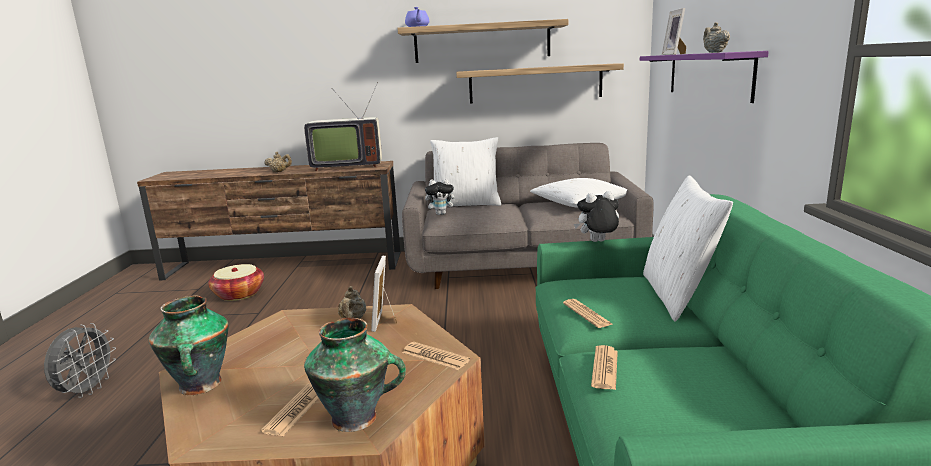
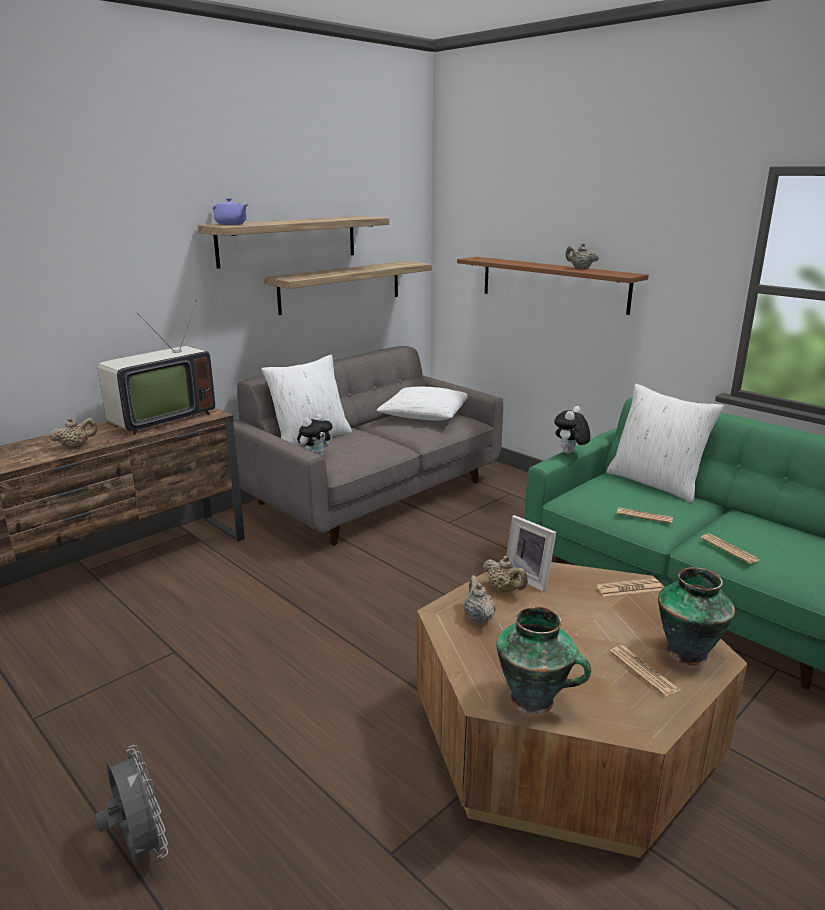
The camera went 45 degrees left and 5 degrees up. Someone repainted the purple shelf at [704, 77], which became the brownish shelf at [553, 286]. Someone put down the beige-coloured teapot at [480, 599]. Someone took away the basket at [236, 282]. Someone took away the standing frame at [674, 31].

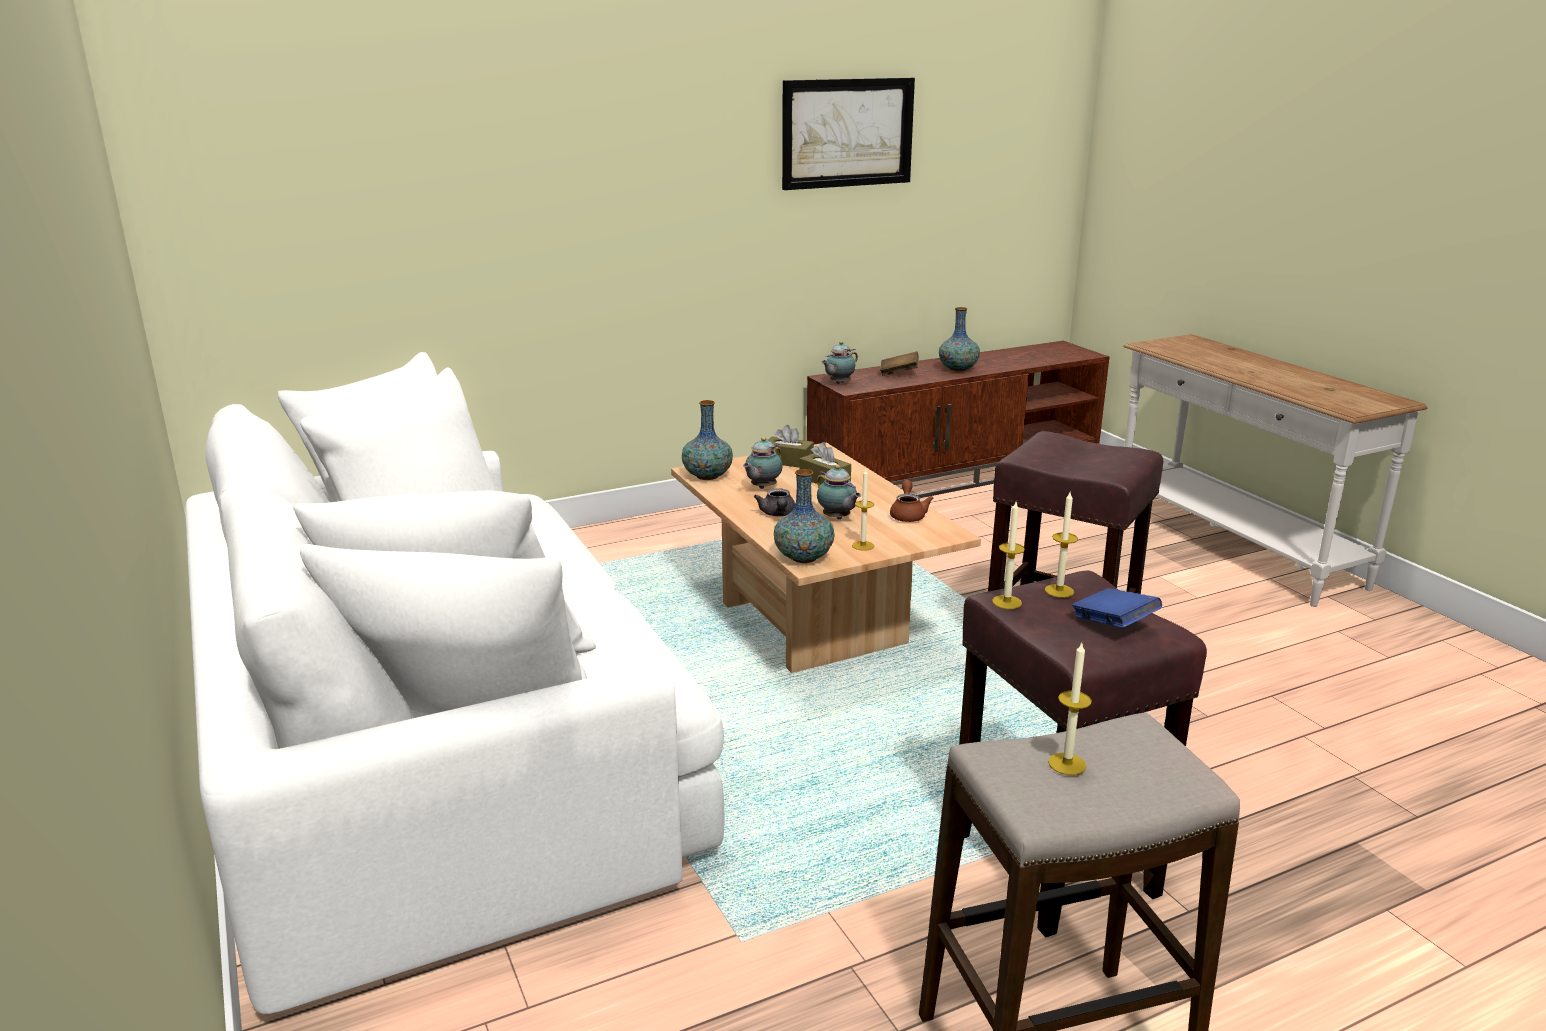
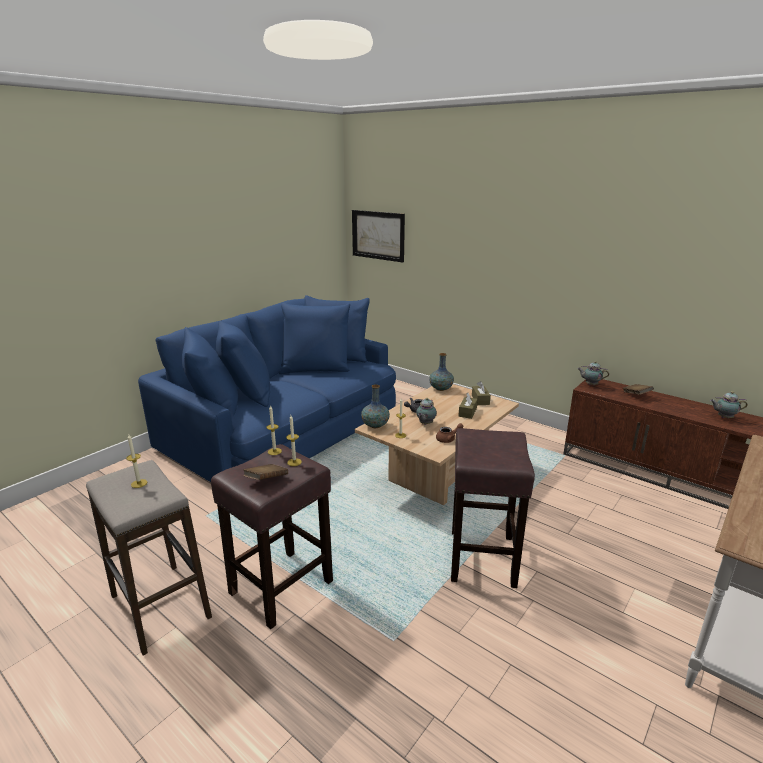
The camera went 65 degrees right and 0 degrees up. Someone repainted the white sofa at [454, 683], which became the blue-coloured sofa at [267, 388]. Someone repainted the blue-coloured volume at [1117, 608], which became the brownish volume at [265, 472]. Someone carried the picture from [848, 134] to [378, 236]. Someone carried the teapot from [762, 463] to [729, 404]. Someone took away the flower vase at [959, 339].

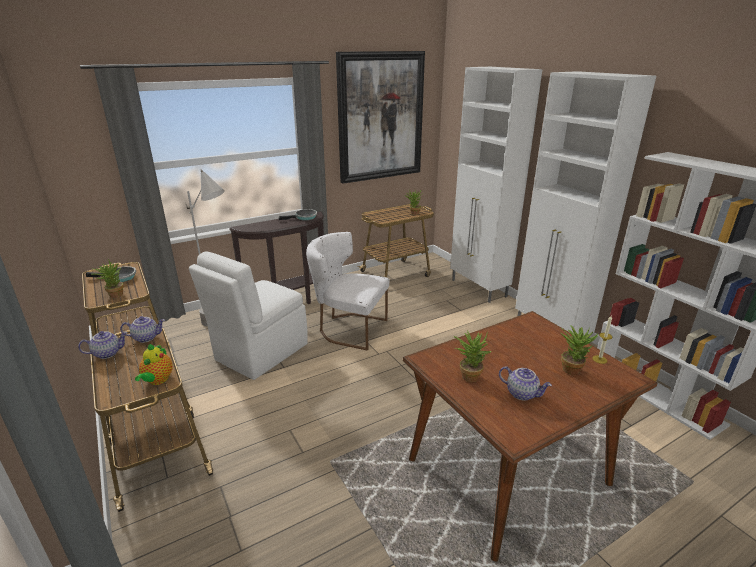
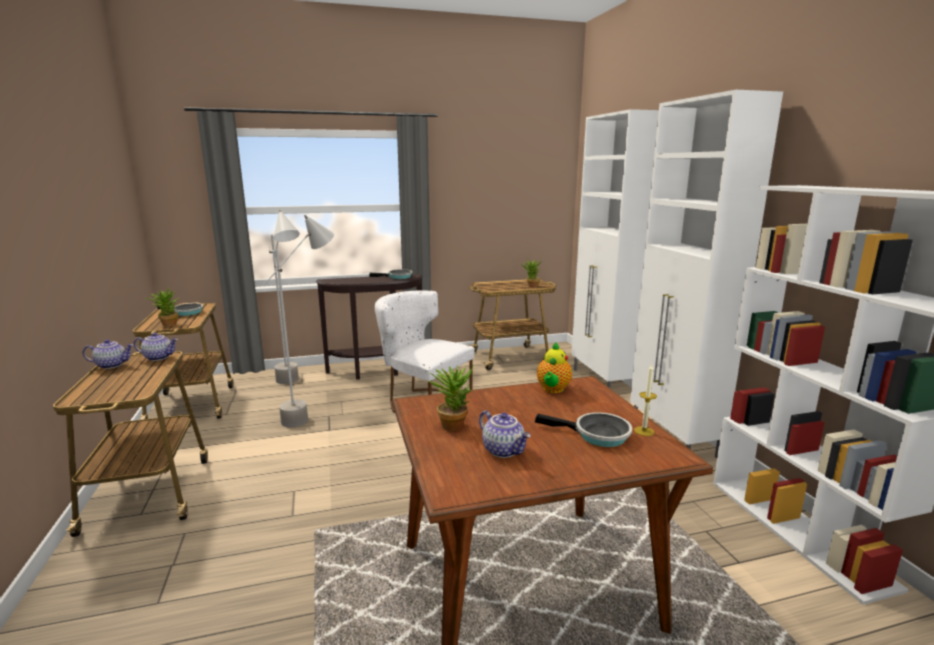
The camera went 15 degrees right and 10 degrees down. Someone swapped the white upright chair at [248, 316] for the gray standing lamp at [299, 321]. Someone swapped the houseplant at [579, 350] for the frying pan at [583, 429]. Someone carried the teapot from [154, 364] to [554, 367]. Someone took away the picture at [380, 117].

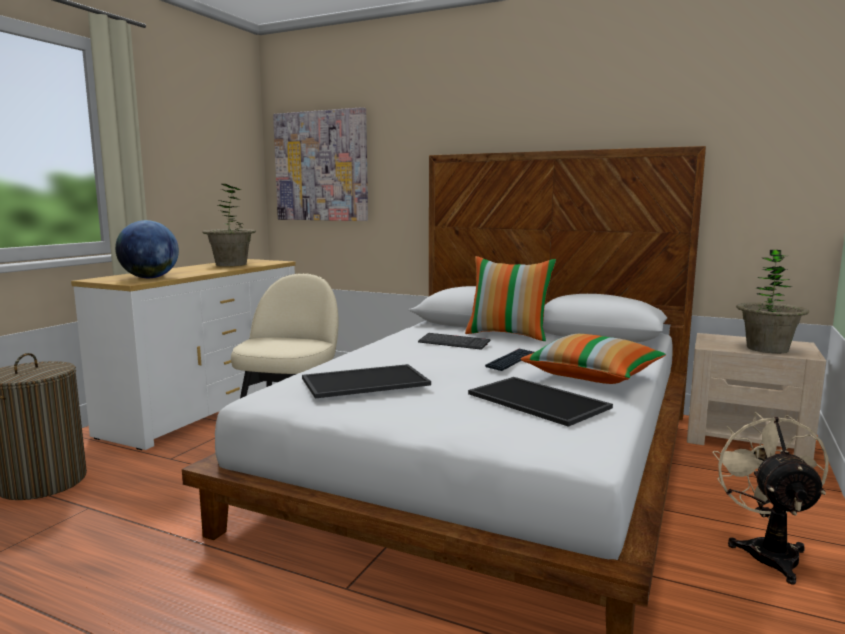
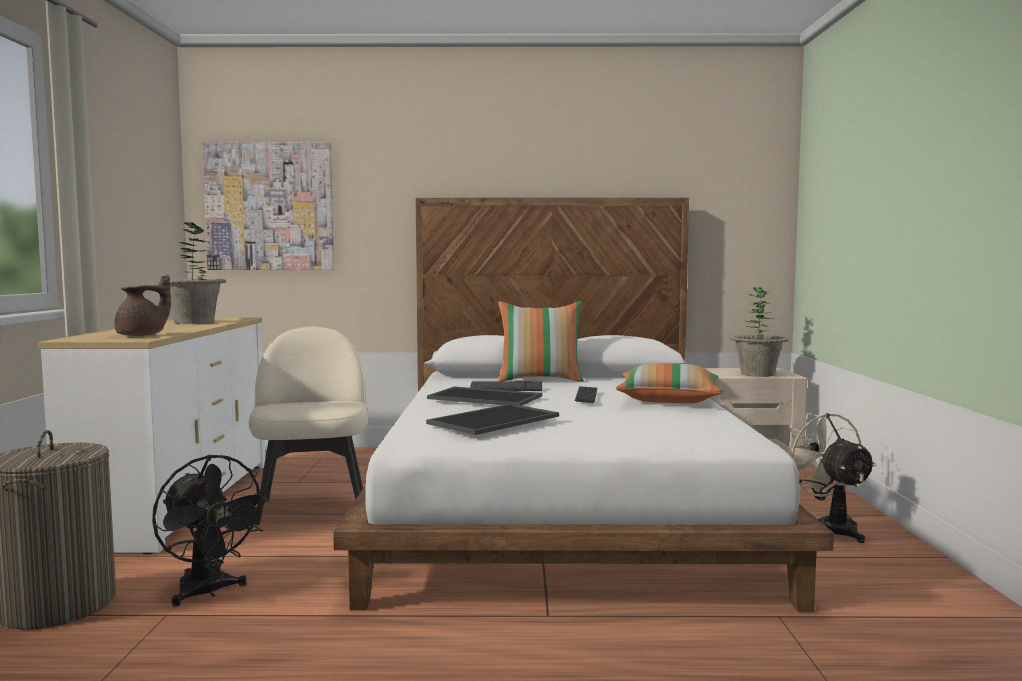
The camera went 25 degrees left and 5 degrees down. Someone swapped the world globe at [147, 249] for the brownish teapot at [142, 305]. Someone put down the black electric fan at [211, 531]. Someone carried the carrying tray from [540, 402] to [484, 396].

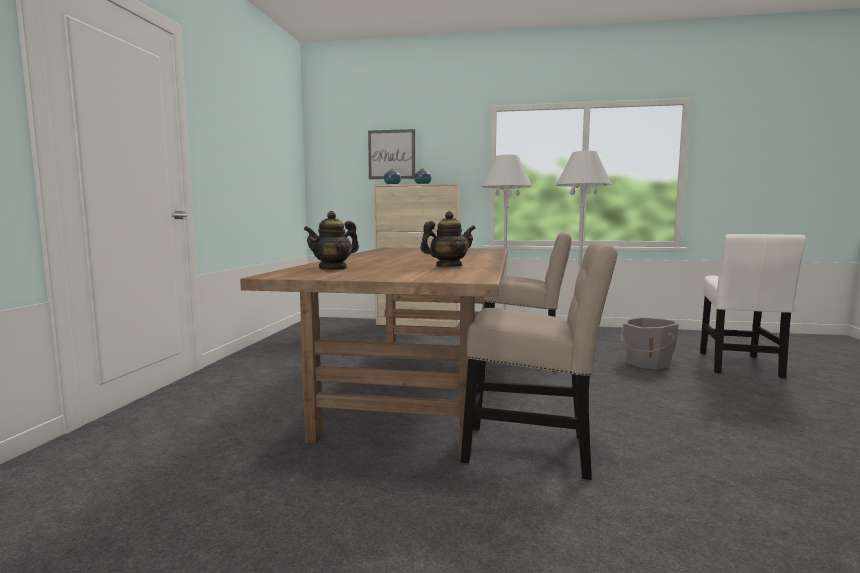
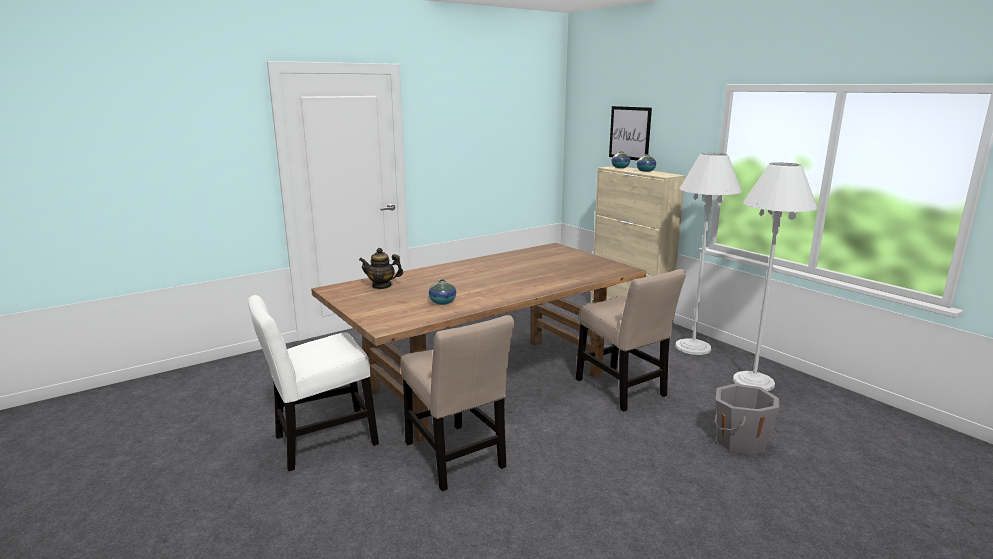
The camera went 45 degrees right and 10 degrees up. Someone carried the white upright chair from [753, 306] to [313, 383]. Someone swapped the teapot at [448, 239] for the flower vase at [442, 292].

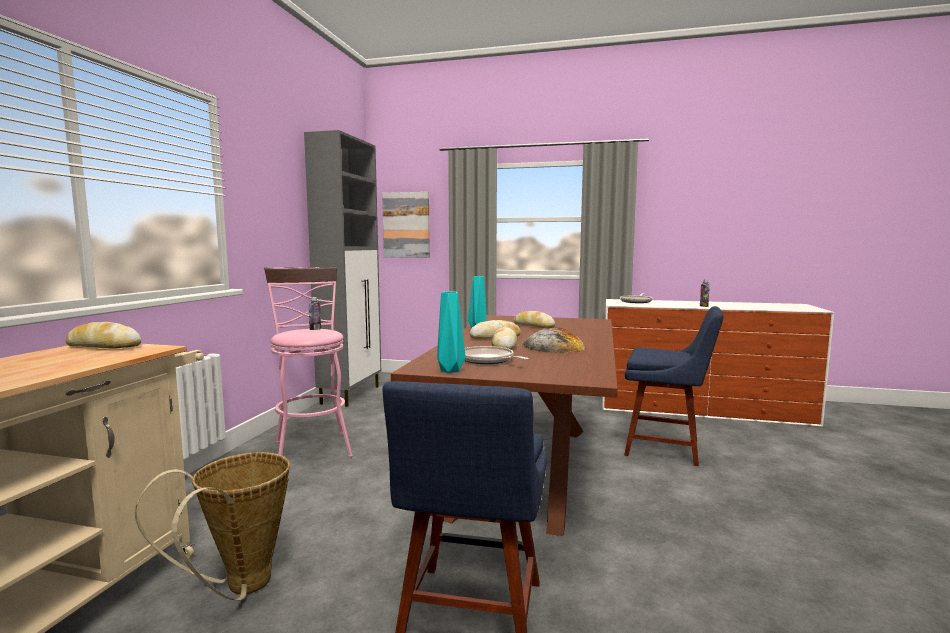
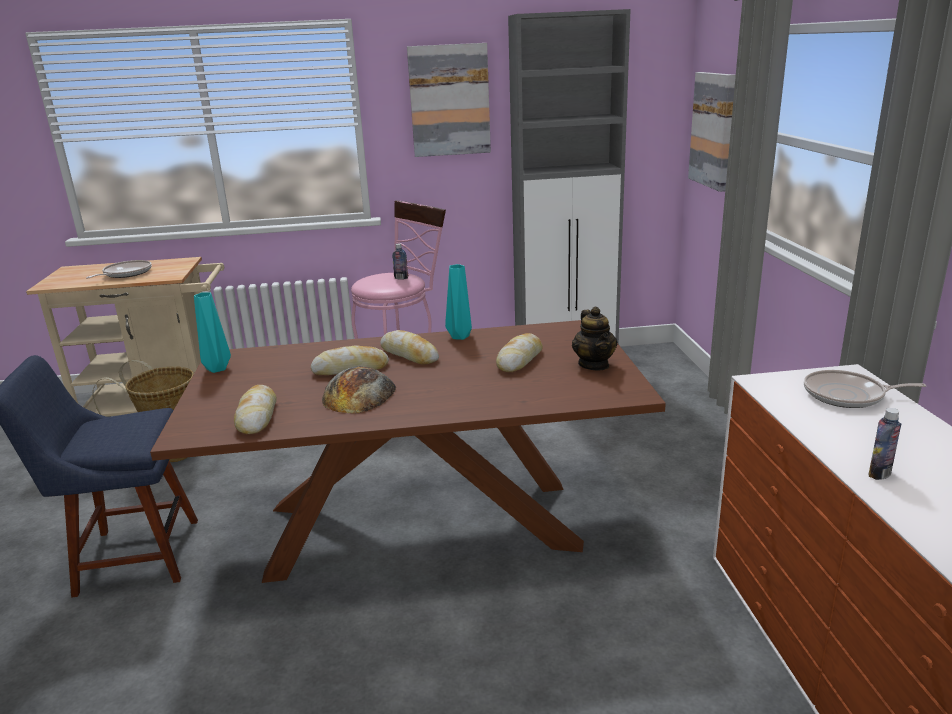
The camera went 70 degrees right and 15 degrees up. Someone carried the frying pan from [496, 355] to [119, 269]. Someone carried the bakery bread from [103, 335] to [255, 409]. Someone put up the picture at [449, 100]. Someone put down the teapot at [594, 338]. Someone took away the blue-coloured upright chair at [674, 386].

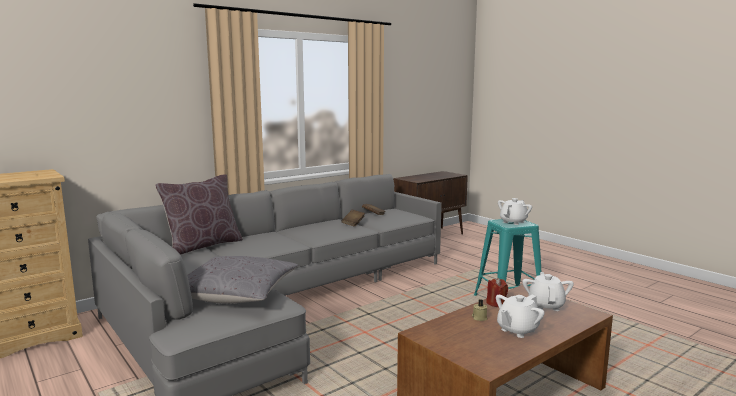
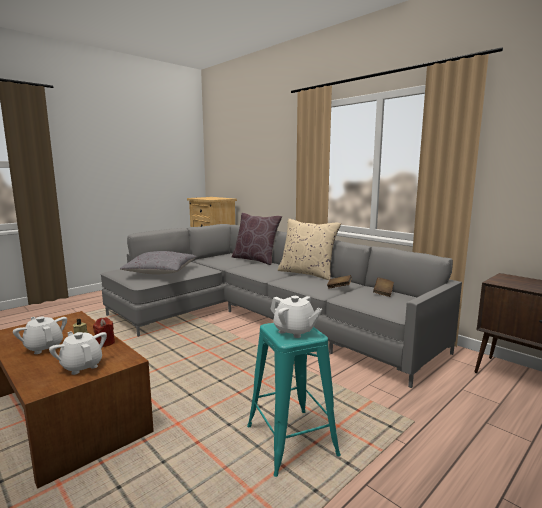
The camera went 85 degrees right and 0 degrees up. Someone rotated the white teapot at [548, 291] by 135 degrees counterclockwise. Someone put down the beige-coloured pillow at [309, 249].

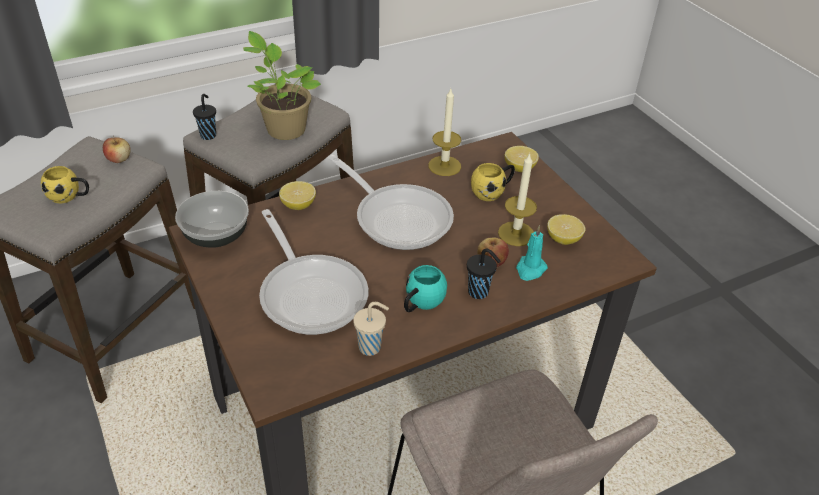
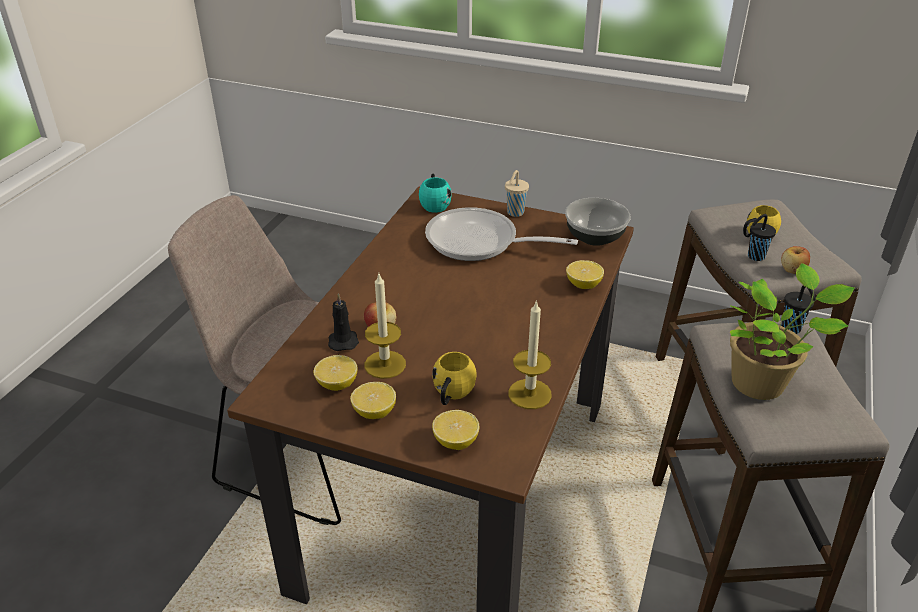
The camera went 140 degrees right and 5 degrees down. Someone repainted the blue-green candle at [532, 253], which became the black candle at [343, 322]. Someone put down the citrus fruit at [373, 400]. Someone carried the blue-green tea mug from [425, 288] to [435, 193]. Someone carried the beige-coloured drinking cup from [371, 329] to [517, 193]. Someone carried the black drinking cup from [483, 274] to [762, 237]. Someone took away the frying pan at [391, 202].

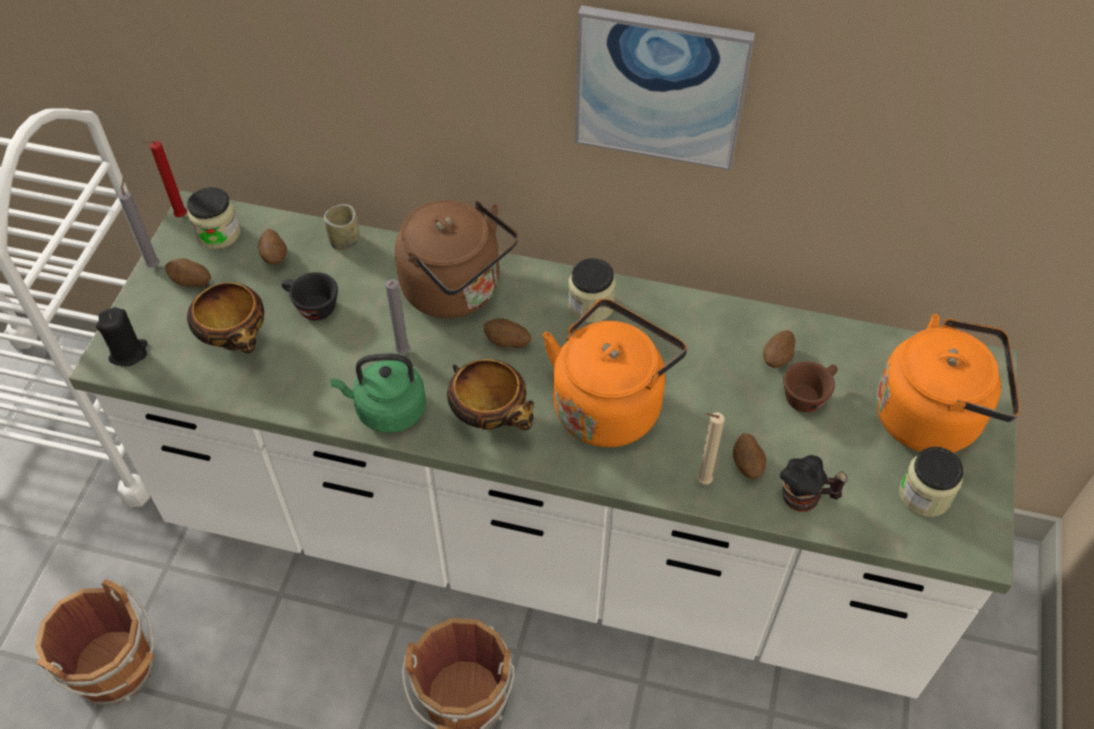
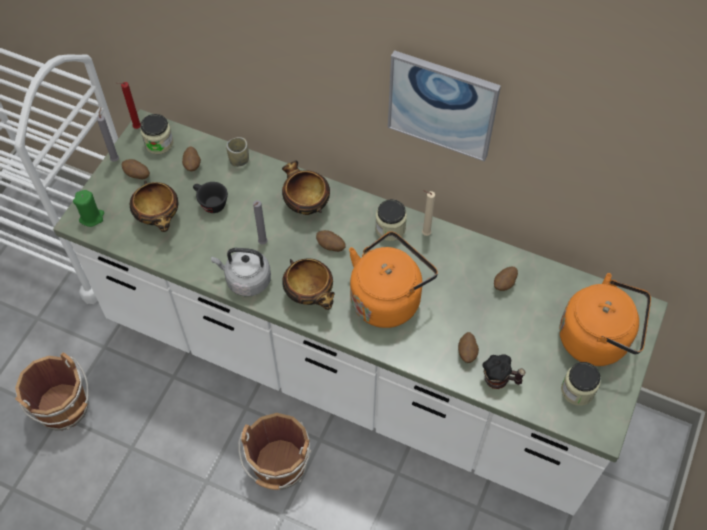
The camera went 10 degrees right and 5 degrees up. Someone repainted the black candle at [122, 337], which became the green candle at [88, 208]. Someone repainted the green water kettle at [378, 393], which became the gray water kettle at [241, 272]. Someone swapped the brownish water kettle at [456, 259] for the bowl at [306, 187]. Someone carried the beige-coloured candle from [710, 448] to [428, 213]. Someone took away the brownish drinking cup at [810, 386].

